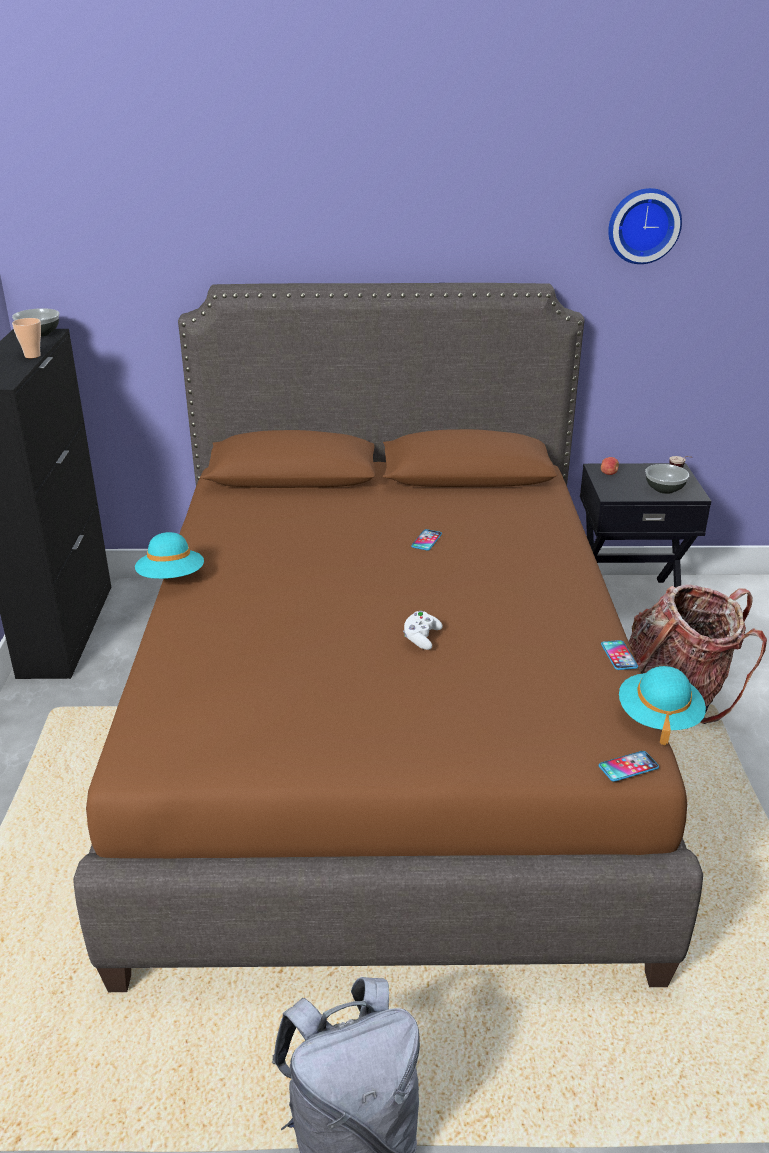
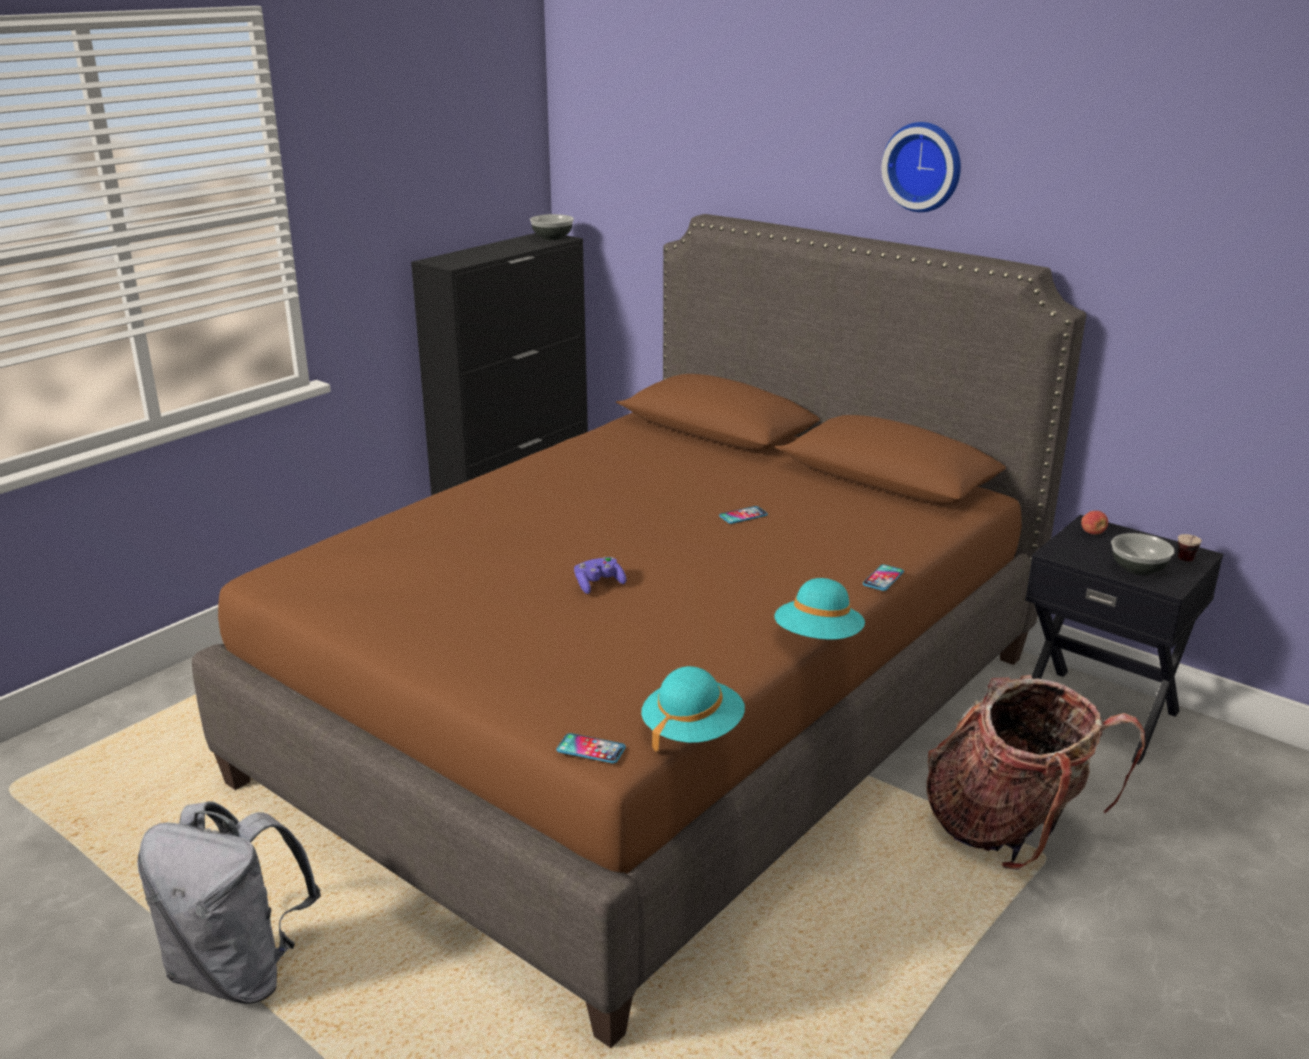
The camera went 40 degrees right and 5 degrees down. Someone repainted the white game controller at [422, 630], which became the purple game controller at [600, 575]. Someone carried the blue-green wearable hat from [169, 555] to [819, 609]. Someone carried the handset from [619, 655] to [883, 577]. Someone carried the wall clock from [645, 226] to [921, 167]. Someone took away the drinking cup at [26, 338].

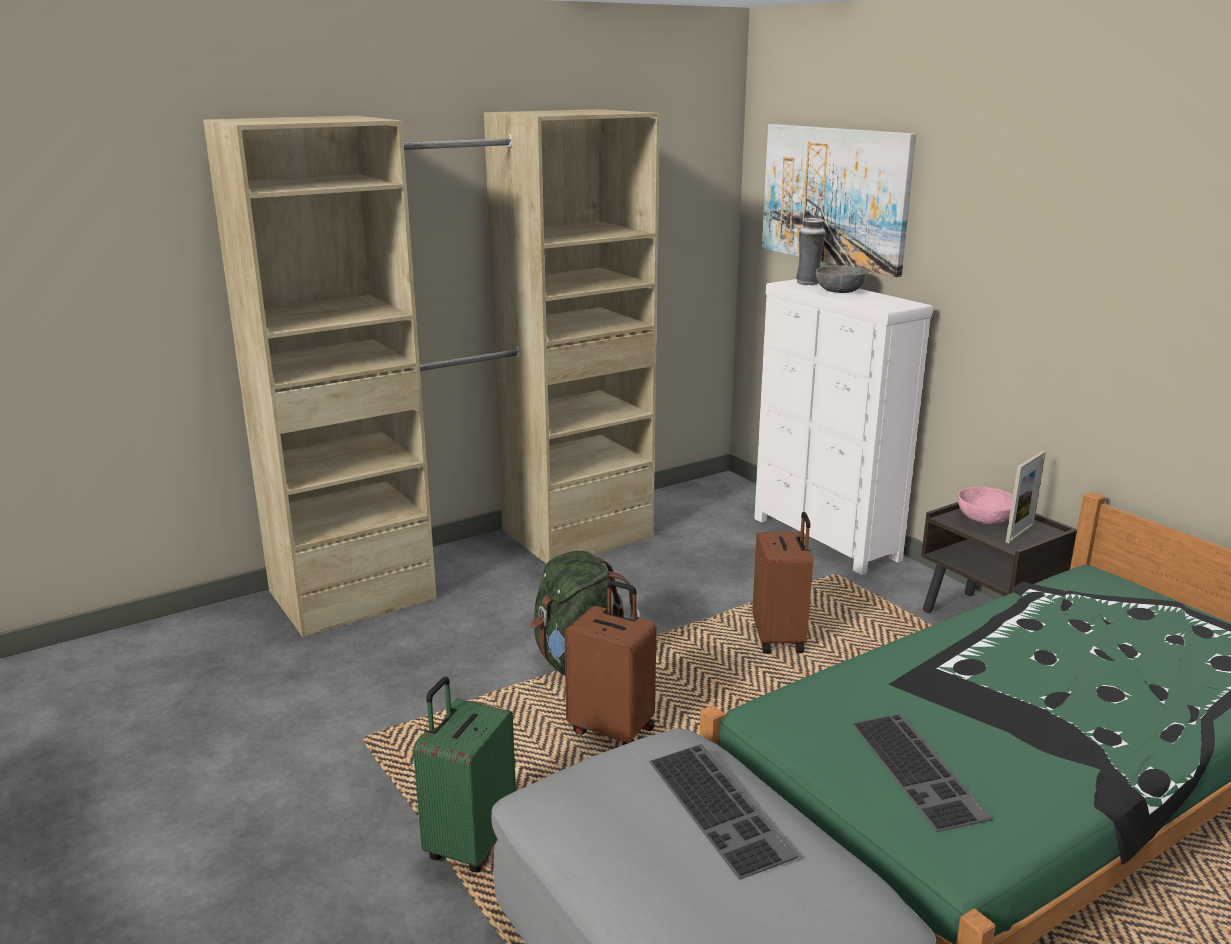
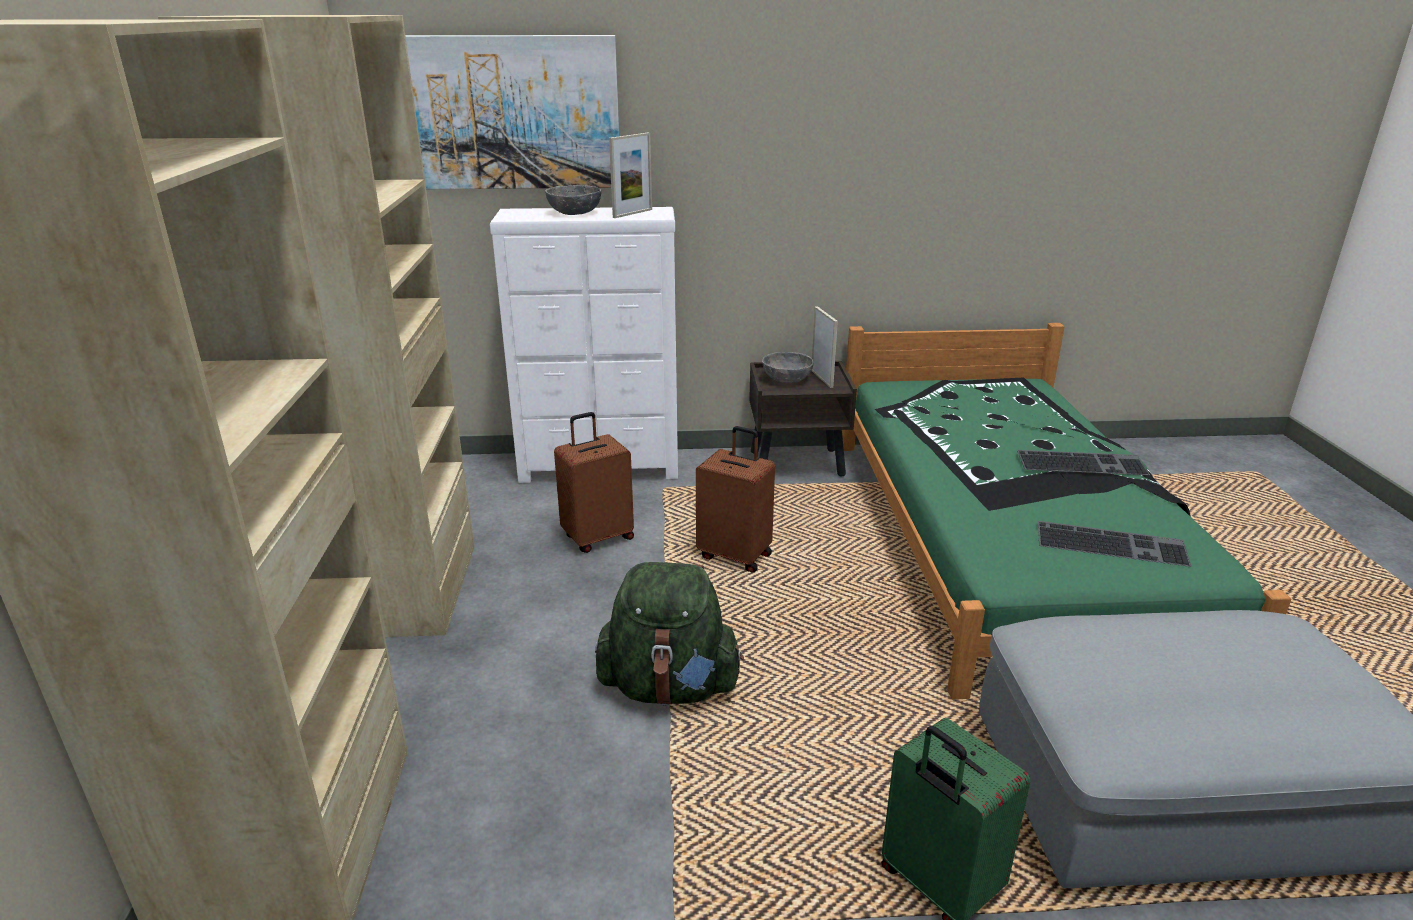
The camera went 60 degrees left and 5 degrees up. Someone carried the brownish piece of luggage from [610, 663] to [594, 482]. Someone put down the standing frame at [630, 175]. Someone repainted the pink bowl at [985, 505], which became the gray bowl at [788, 367]. Someone carried the keyboard from [723, 812] to [1083, 462]. Someone took away the flower vase at [810, 251].

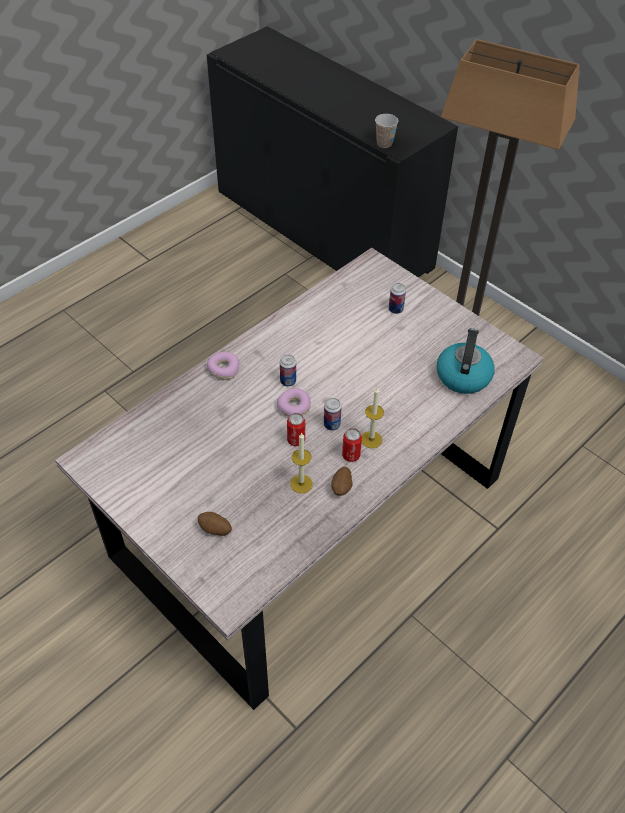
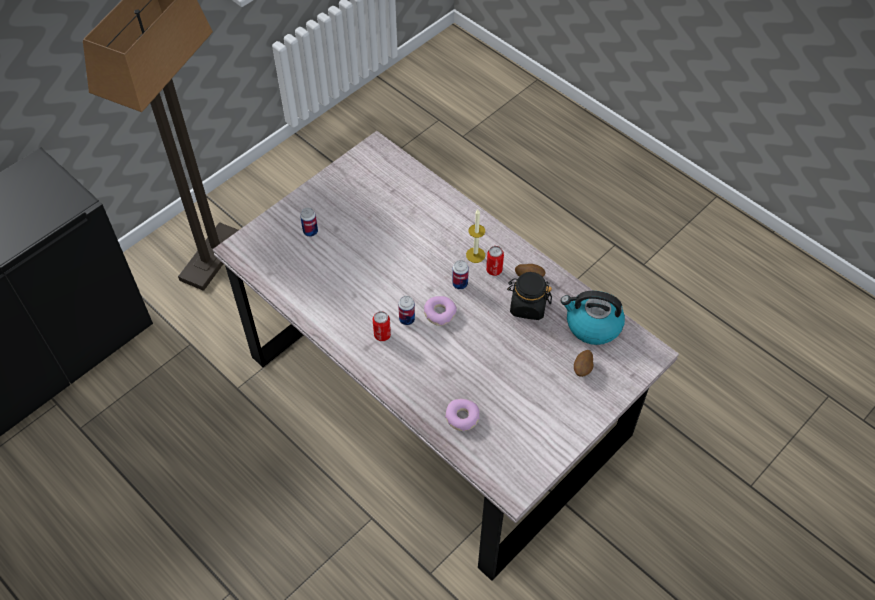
The camera went 90 degrees left and 5 degrees up. Someone carried the can from [296, 429] to [382, 326]. Someone carried the donut from [223, 366] to [462, 415]. Someone swapped the candle at [301, 463] for the black storage jar at [529, 296]. Someone carried the water kettle from [466, 361] to [593, 318]. Someone took away the drinking cup at [386, 131].

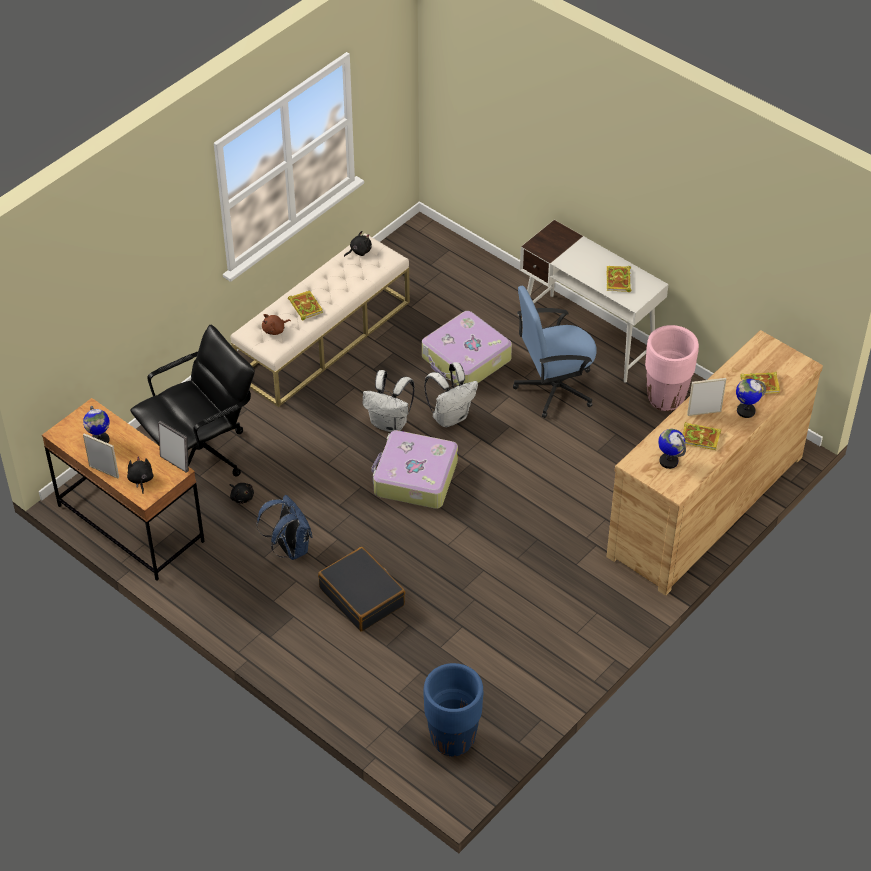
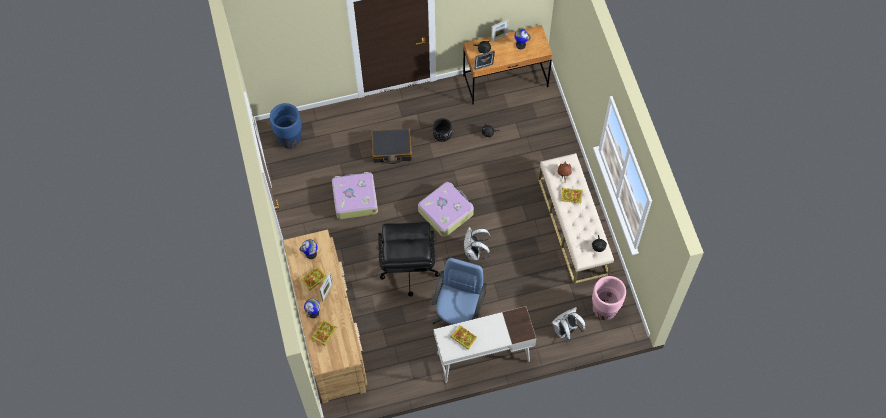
The camera went 125 degrees right and 15 degrees up. Someone carried the piece of luggage from [467, 348] to [355, 195]. Someone carried the black office chair from [192, 401] to [409, 259]. Someone swapped the blue-coloured knapsack at [284, 527] for the black plant pot at [442, 130]. Someone carried the white knapsack from [389, 401] to [568, 325]. Someone carried the pink plant pot from [672, 368] to [609, 298].

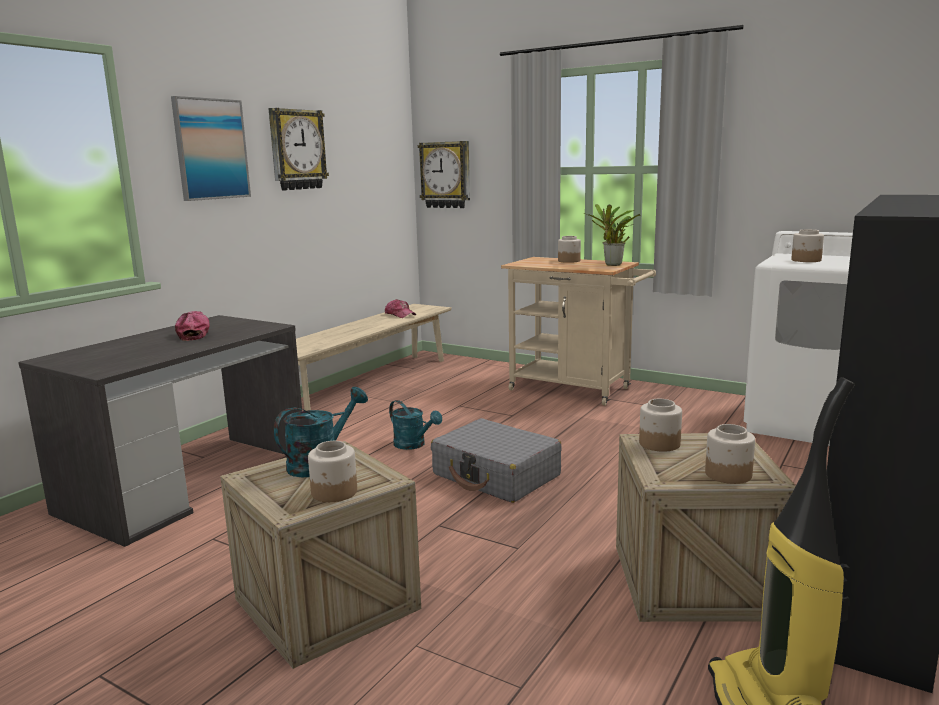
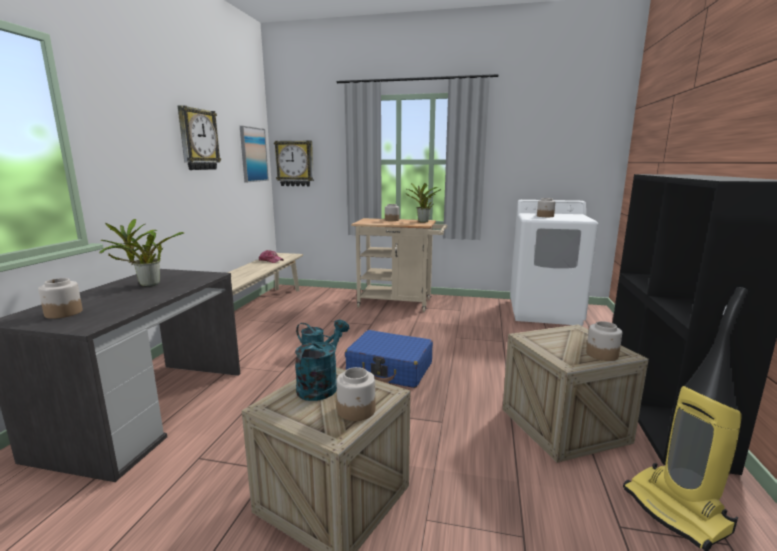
The camera went 20 degrees left and 0 degrees up. Someone carried the storage jar from [660, 425] to [60, 298]. Someone swapped the baseball cap at [192, 326] for the houseplant at [141, 253]. Someone carried the picture from [211, 148] to [254, 154]. Someone repainted the gray piece of luggage at [496, 460], which became the blue-coloured piece of luggage at [389, 359].

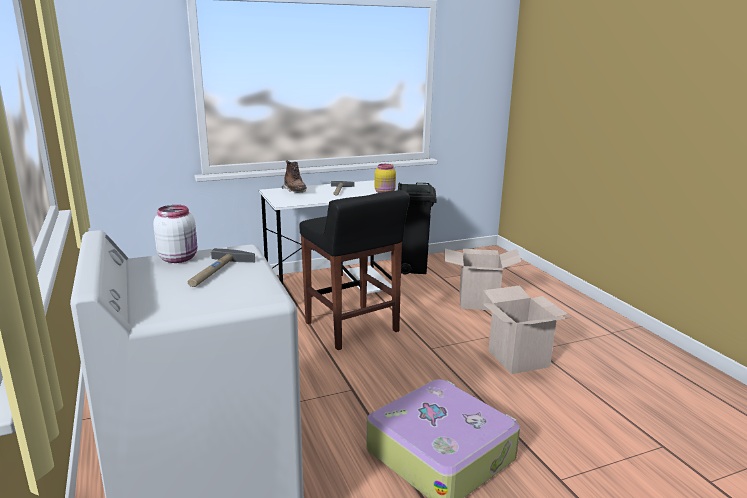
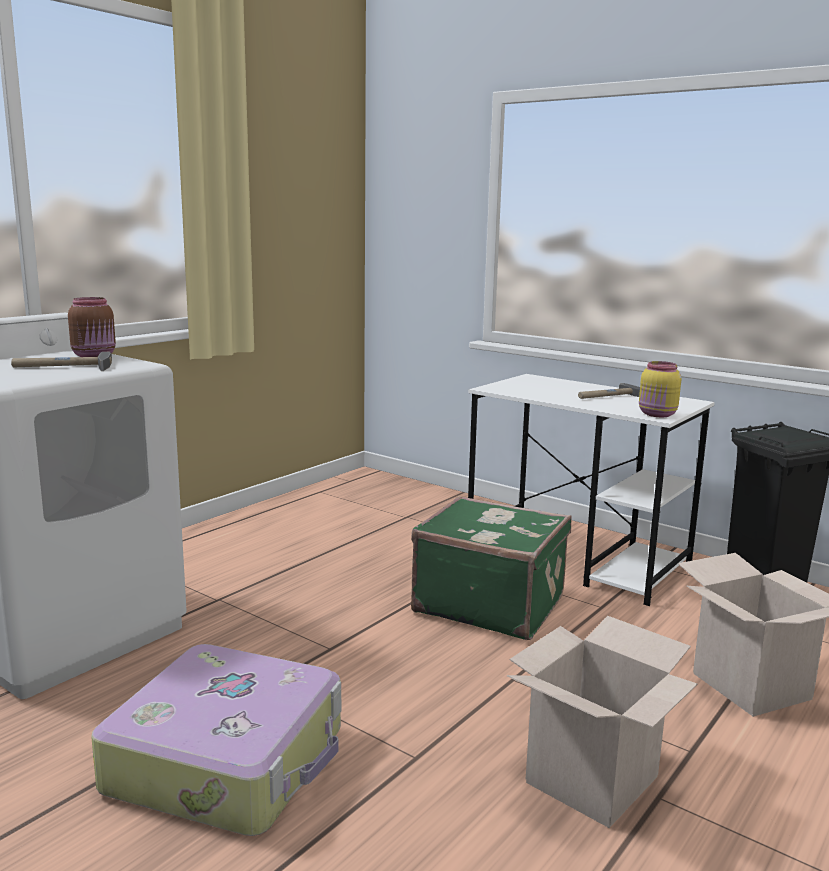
The camera went 60 degrees right and 5 degrees down. Someone repainted the white storage jar at [175, 234], which became the brownish storage jar at [92, 327]. Someone swapped the black sitting stool at [355, 270] for the green piece of luggage at [491, 568]. Someone took away the brownish high-top boot at [294, 176].

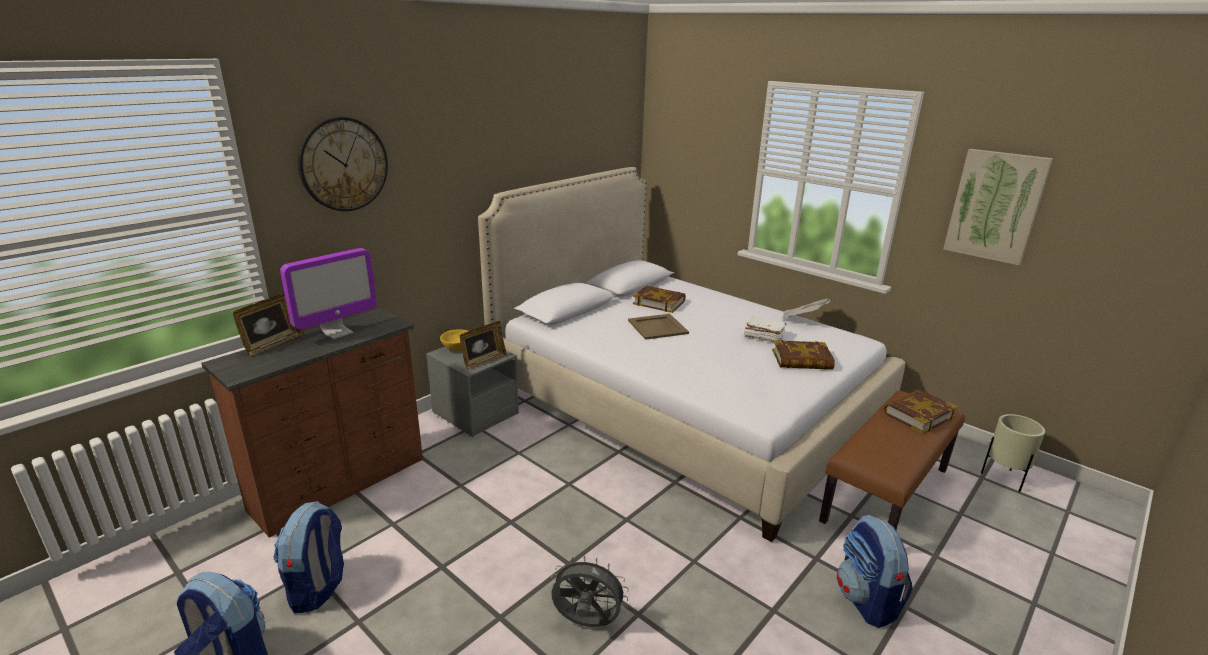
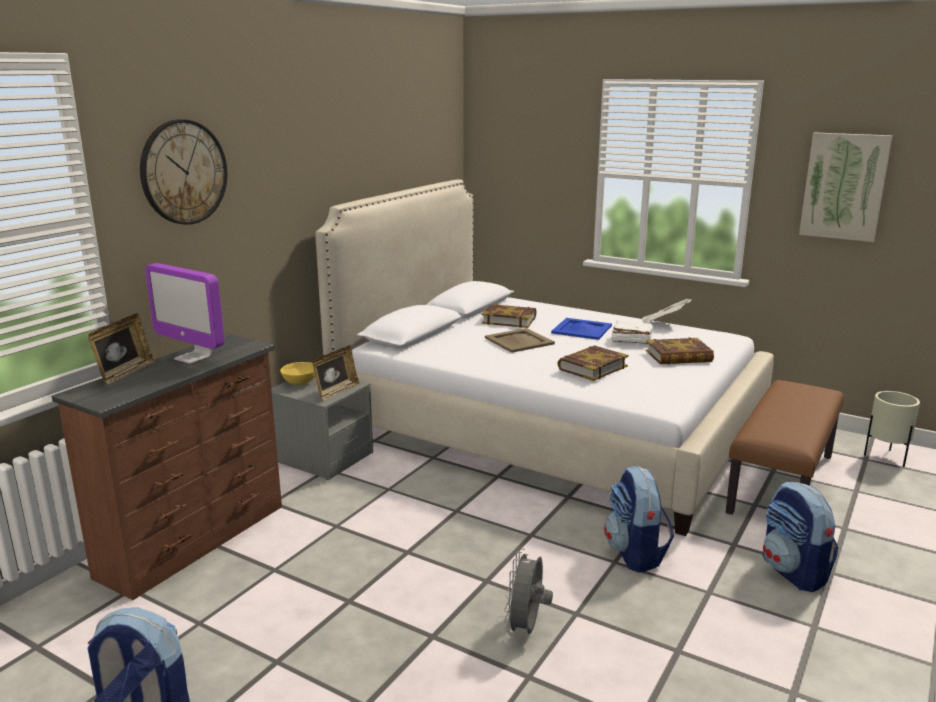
The camera went 10 degrees left and 5 degrees down. Someone rotated the computer screen at [328, 293] by 90 degrees clockwise. Someone rotated the gray electric fan at [590, 591] by 75 degrees counterclockwise. Someone put down the blue-coloured carrying tray at [581, 329]. Someone carried the volume from [921, 411] to [592, 363]. Someone carried the knapsack from [308, 557] to [639, 519].

